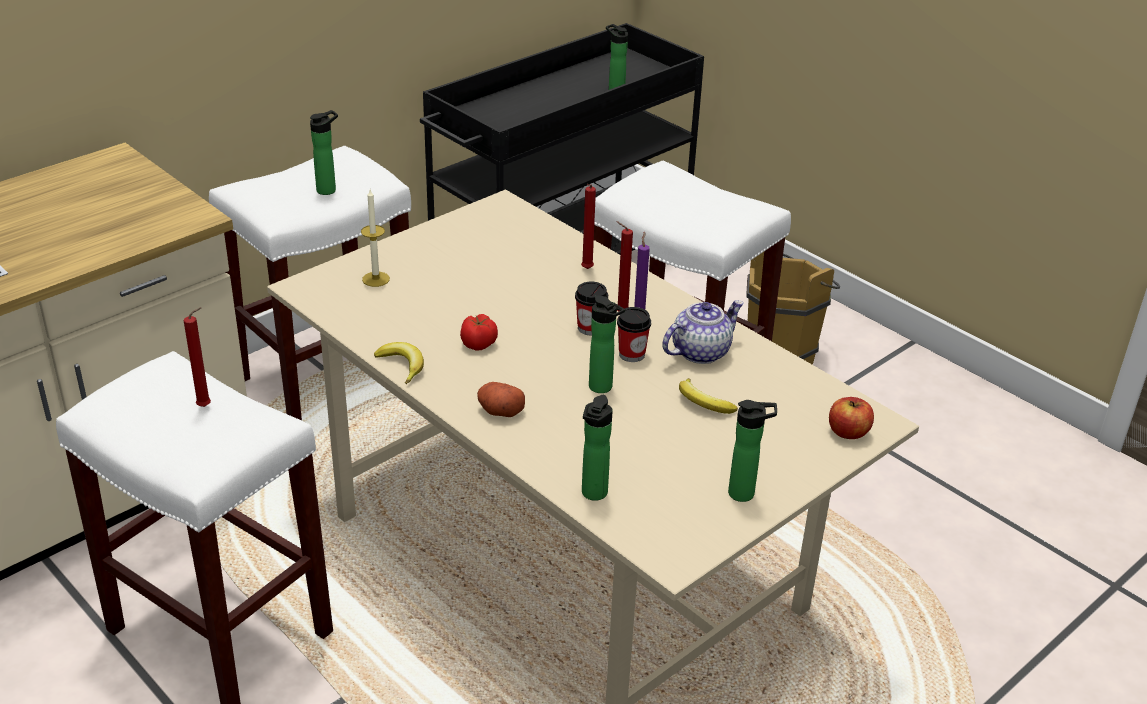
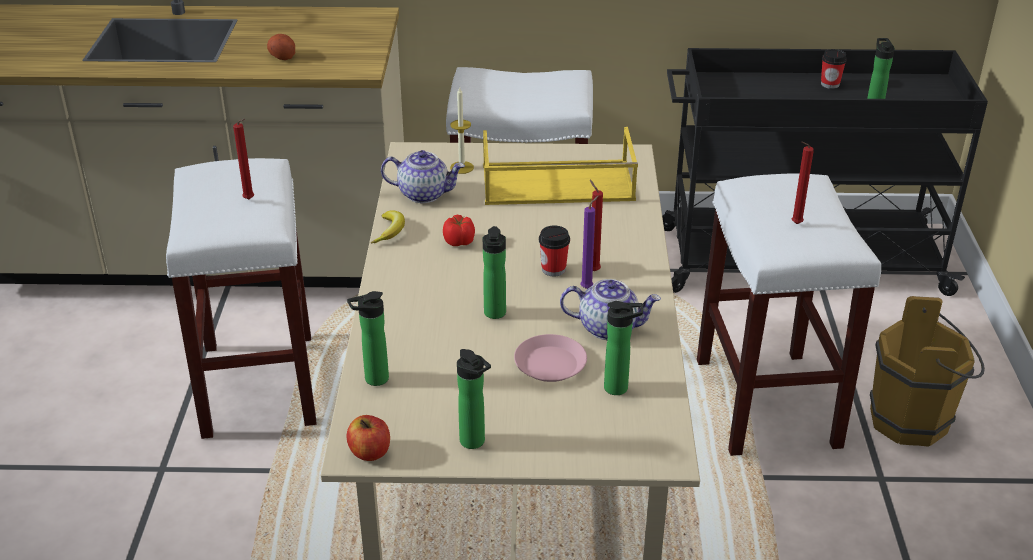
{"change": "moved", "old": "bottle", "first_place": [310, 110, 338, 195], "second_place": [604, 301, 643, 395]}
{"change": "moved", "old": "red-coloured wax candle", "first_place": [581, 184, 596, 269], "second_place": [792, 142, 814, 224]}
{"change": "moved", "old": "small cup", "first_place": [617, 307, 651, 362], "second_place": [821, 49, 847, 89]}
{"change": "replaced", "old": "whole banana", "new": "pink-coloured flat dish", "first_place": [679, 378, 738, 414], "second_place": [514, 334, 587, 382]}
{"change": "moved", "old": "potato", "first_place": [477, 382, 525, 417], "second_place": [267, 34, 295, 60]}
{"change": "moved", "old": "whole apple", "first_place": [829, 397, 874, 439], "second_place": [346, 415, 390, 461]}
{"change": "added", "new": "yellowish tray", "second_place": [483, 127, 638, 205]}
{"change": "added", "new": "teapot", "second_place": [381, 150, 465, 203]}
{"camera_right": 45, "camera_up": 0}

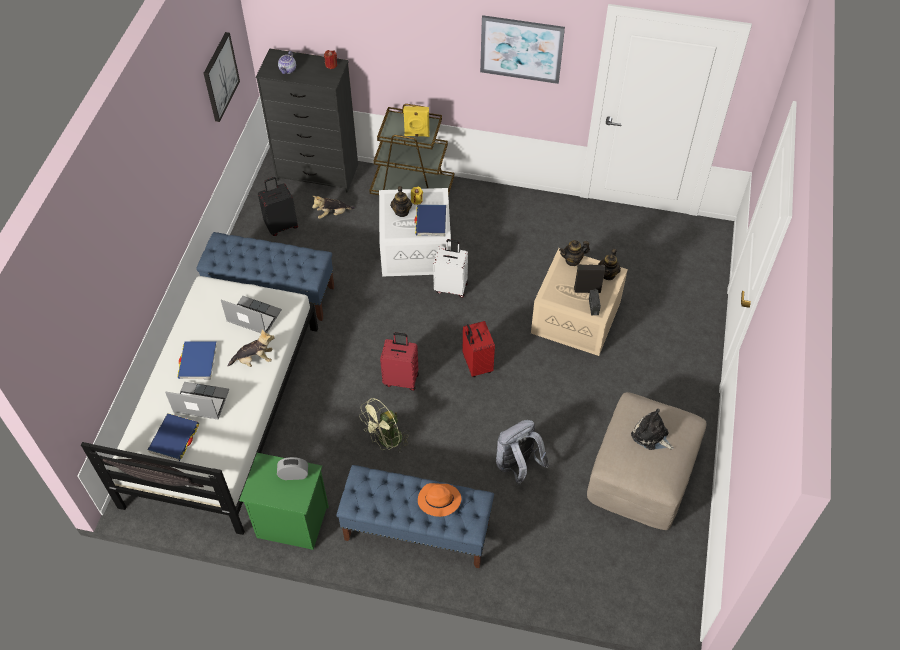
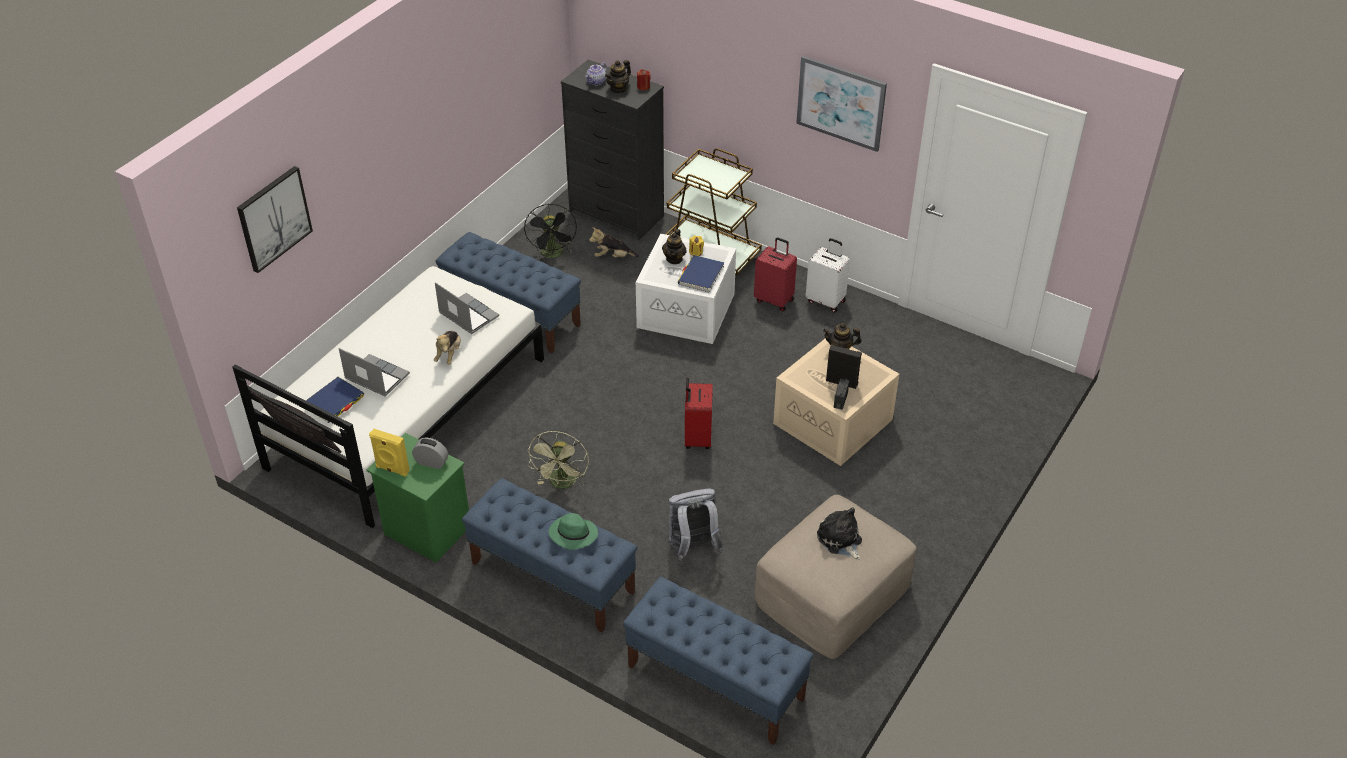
{"change": "moved", "old": "picture", "first_place": [203, 32, 240, 122], "second_place": [237, 166, 313, 273]}
{"change": "moved", "old": "yellowish speaker", "first_place": [403, 106, 430, 137], "second_place": [369, 429, 410, 476]}
{"change": "replaced", "old": "black-coloured suitcase", "new": "black-coloured cooling fan", "first_place": [258, 177, 298, 236], "second_place": [524, 204, 577, 258]}
{"change": "moved", "old": "white-coloured suitcase", "first_place": [433, 239, 468, 298], "second_place": [806, 238, 850, 313]}
{"change": "moved", "old": "teapot", "first_place": [598, 249, 621, 280], "second_place": [605, 60, 631, 94]}
{"change": "turned", "old": "soft toy", "first_place": [227, 329, 275, 367], "second_place": [434, 331, 461, 365], "degrees": 90}
{"change": "moved", "old": "red-coloured suitcase", "first_place": [380, 332, 419, 391], "second_place": [754, 237, 797, 312]}
{"change": "removed", "old": "blue bound book", "first_place": [177, 342, 217, 380]}
{"change": "turned", "old": "green-coloured cooling fan", "first_place": [359, 398, 410, 452], "second_place": [528, 431, 589, 489], "degrees": -60}
{"change": "recoloured", "old": "orangey clothing hat", "new": "green-coloured clothing hat", "first_place": [418, 483, 461, 517], "second_place": [549, 513, 598, 550]}
{"change": "added", "new": "blue long seat", "second_place": [623, 577, 814, 745]}
{"camera_right": 20, "camera_up": -10}

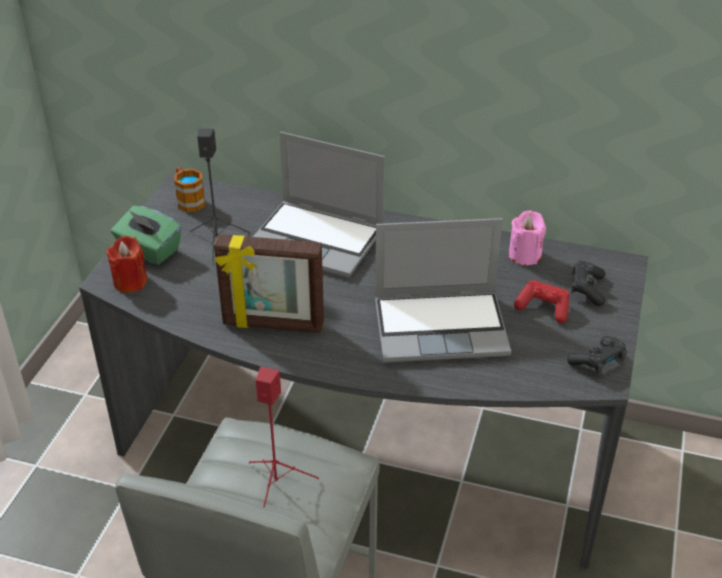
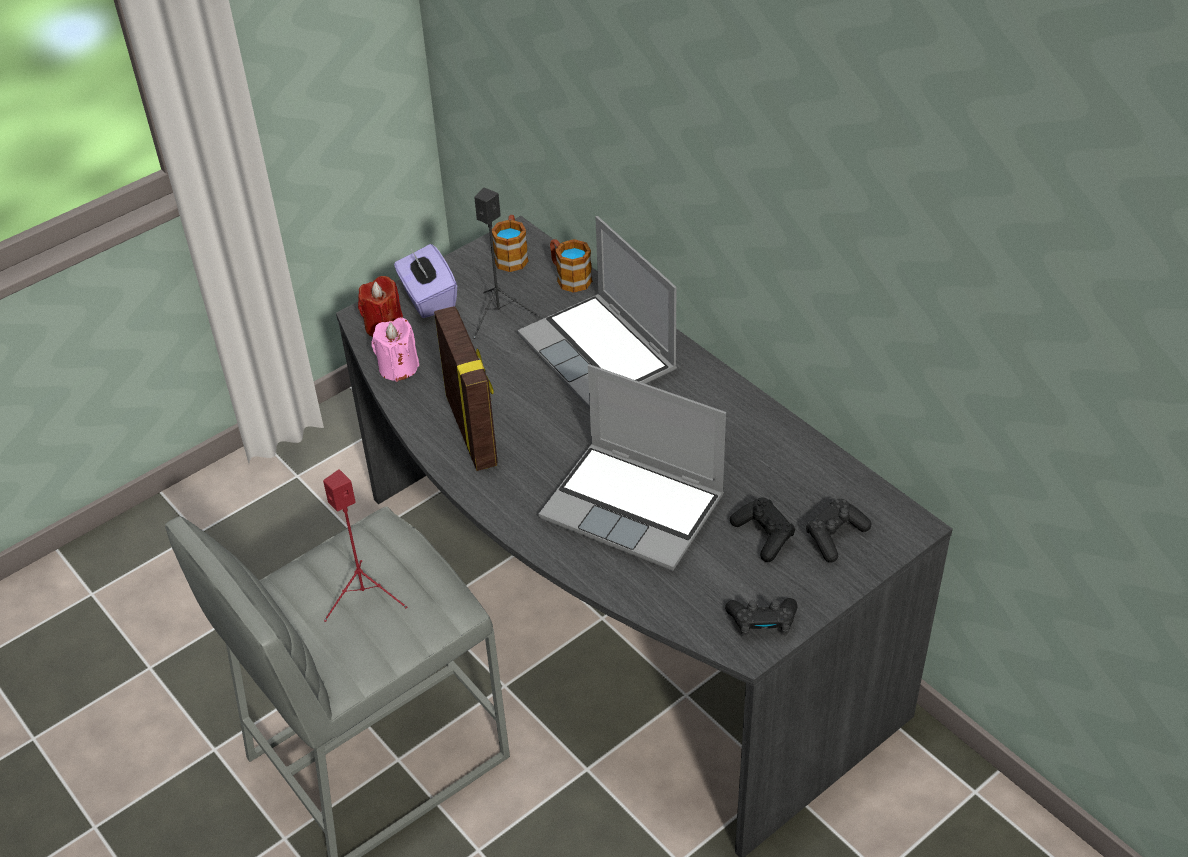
{"change": "recoloured", "old": "green-coloured box of tissues", "new": "purplish box of tissues", "first_place": [111, 206, 181, 265], "second_place": [394, 244, 457, 318]}
{"change": "moved", "old": "pink-coloured wax candle", "first_place": [509, 210, 546, 265], "second_place": [372, 317, 419, 382]}
{"change": "turned", "old": "standing frame", "first_place": [214, 234, 324, 333], "second_place": [434, 306, 497, 471], "degrees": -150}
{"change": "recoloured", "old": "red-coloured joypad", "new": "black-coloured joypad", "first_place": [514, 280, 569, 323], "second_place": [730, 497, 795, 562]}
{"change": "added", "new": "mug", "second_place": [550, 239, 592, 293]}
{"camera_right": 35, "camera_up": 5}

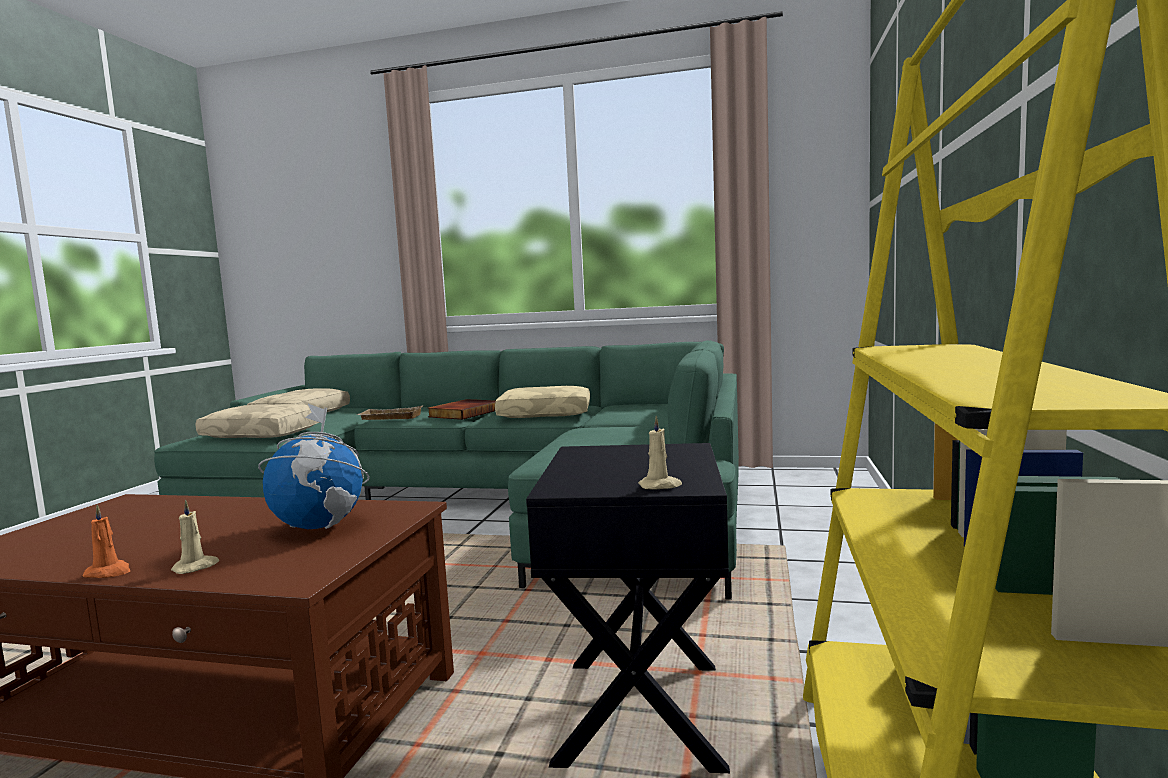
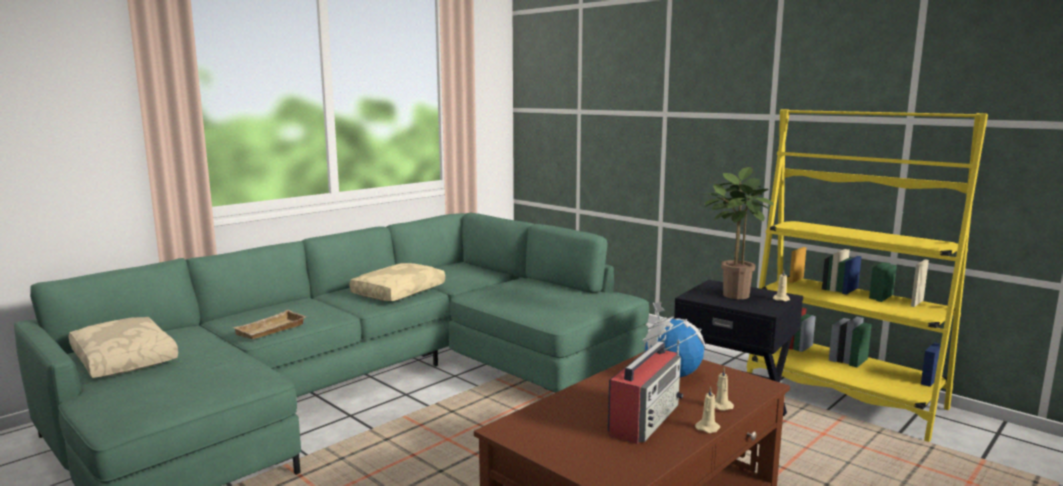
{"change": "removed", "old": "bound book", "first_place": [428, 399, 496, 420]}
{"change": "removed", "old": "beige pillow", "first_place": [195, 404, 320, 438]}
{"change": "recoloured", "old": "orangey wax candle", "new": "beige wax candle", "first_place": [82, 505, 130, 578], "second_place": [695, 386, 720, 433]}
{"change": "added", "new": "houseplant", "second_place": [702, 167, 774, 299]}
{"change": "added", "new": "radio", "second_place": [608, 340, 683, 444]}
{"camera_right": -60, "camera_up": 5}

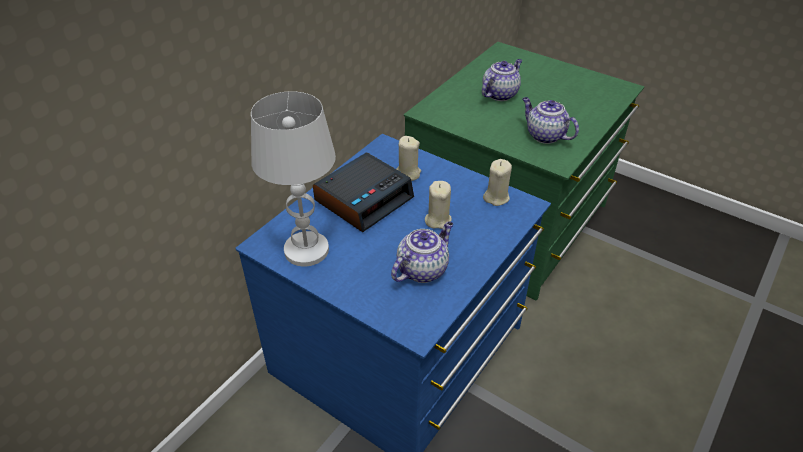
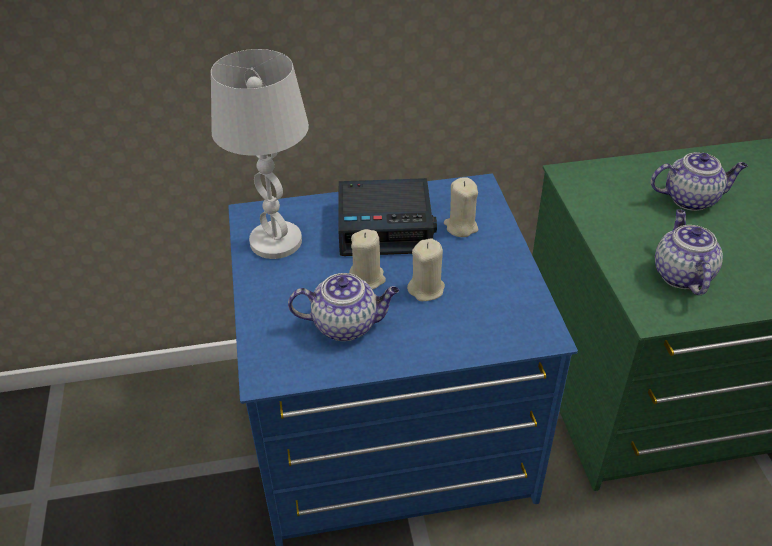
{"change": "moved", "old": "beige wax candle", "first_place": [483, 159, 512, 206], "second_place": [349, 229, 386, 289]}
{"camera_right": 45, "camera_up": 0}

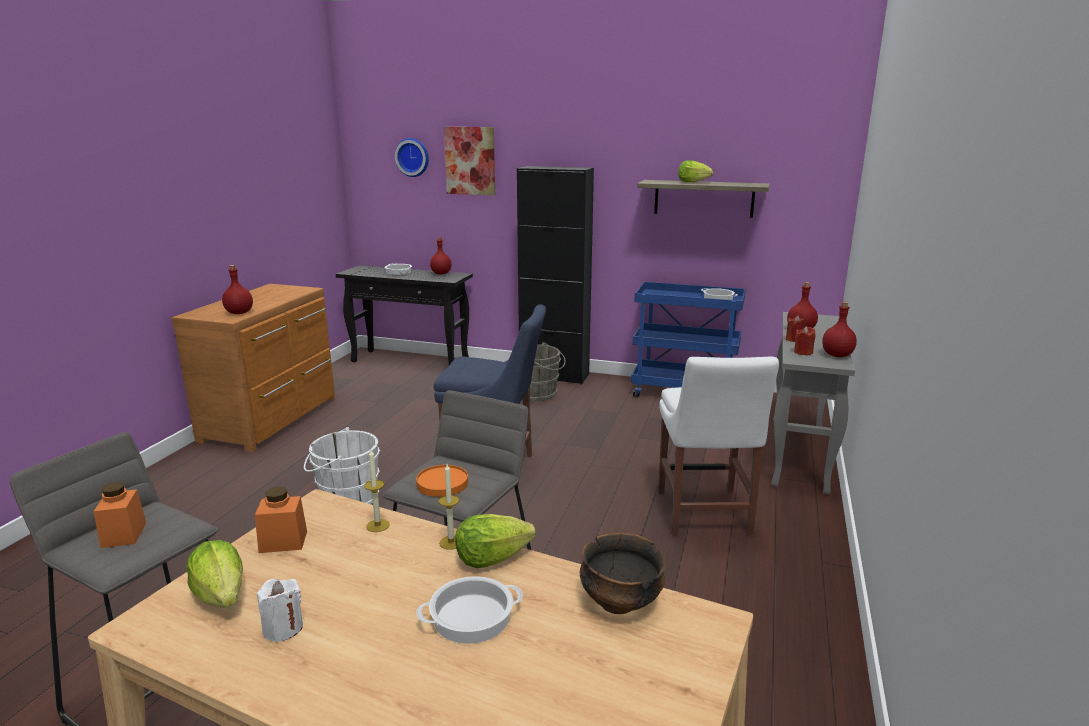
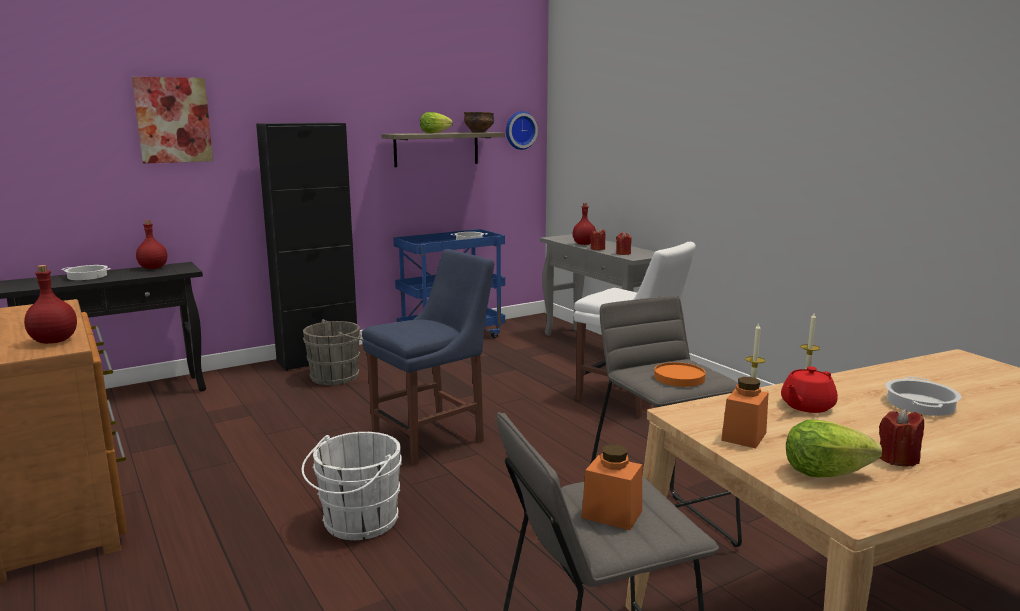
{"change": "moved", "old": "clock on the wall", "first_place": [395, 138, 429, 177], "second_place": [506, 111, 538, 150]}
{"change": "removed", "old": "red-coloured bottle", "first_place": [822, 302, 857, 357]}
{"change": "removed", "old": "head of lettuce", "first_place": [455, 514, 536, 568]}
{"change": "moved", "old": "serving bowl", "first_place": [580, 533, 666, 614], "second_place": [464, 112, 494, 132]}
{"change": "recoloured", "old": "white-coloured wax candle", "new": "red-coloured wax candle", "first_place": [257, 579, 303, 642], "second_place": [879, 409, 924, 467]}
{"change": "added", "new": "red-coloured teapot", "second_place": [781, 366, 838, 413]}
{"camera_right": -50, "camera_up": -5}

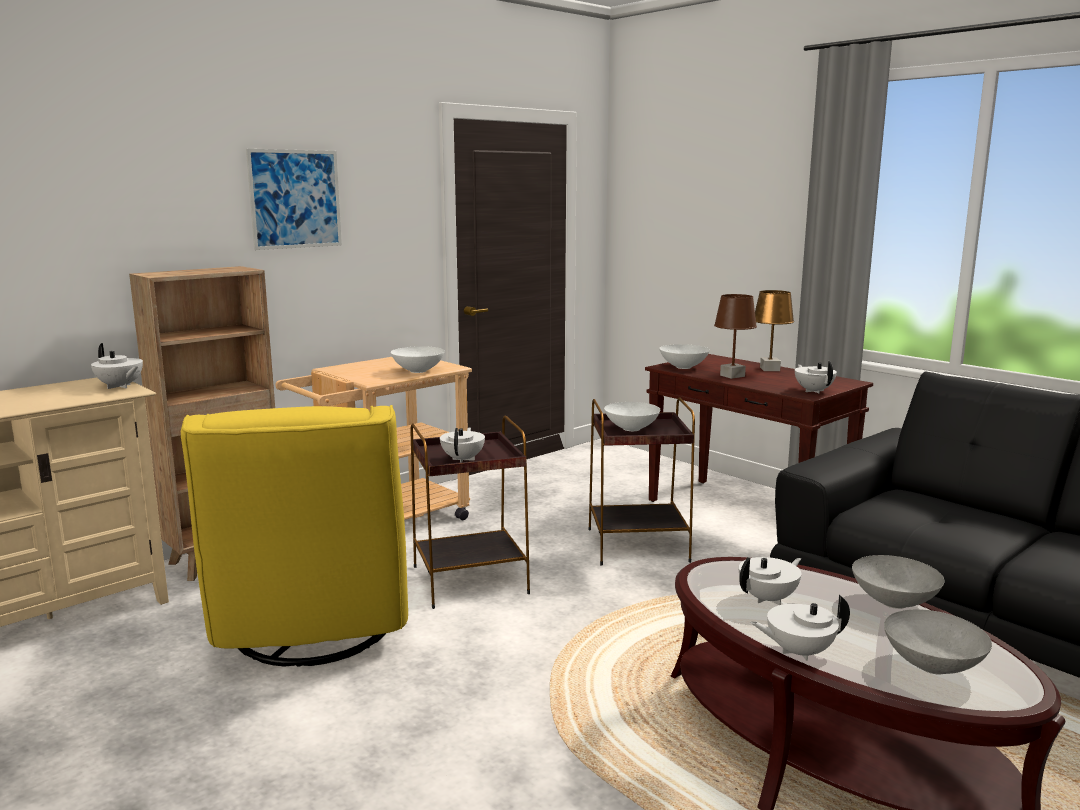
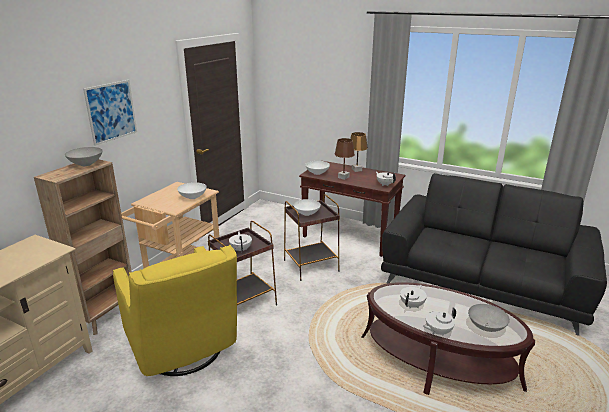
{"change": "removed", "old": "white-coloured teapot", "first_place": [91, 343, 143, 389]}
{"change": "moved", "old": "greyish serving bowl", "first_place": [852, 555, 944, 609], "second_place": [65, 147, 103, 166]}
{"camera_right": -20, "camera_up": 10}

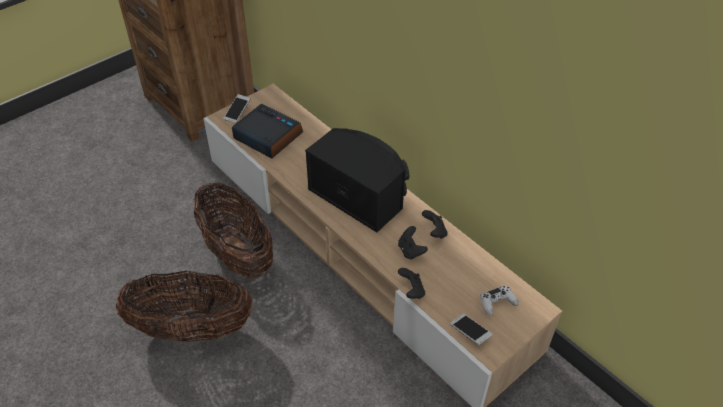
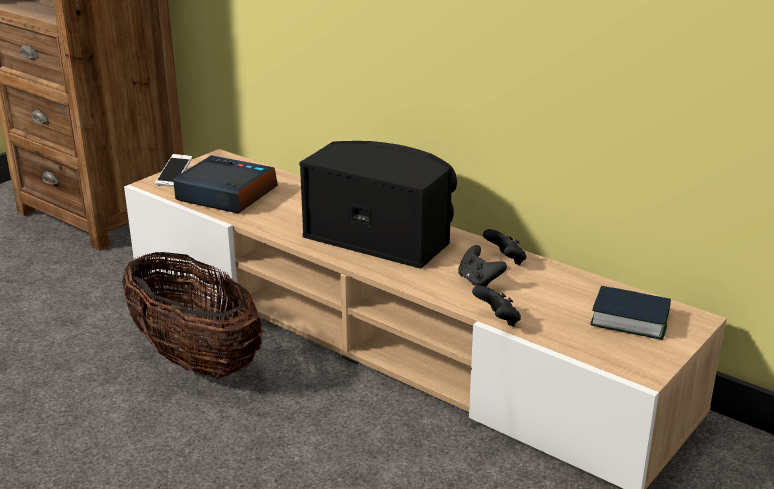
{"change": "removed", "old": "household basket", "first_place": [116, 270, 253, 342]}
{"change": "replaced", "old": "white-coloured joypad", "new": "bound book", "first_place": [480, 286, 519, 316], "second_place": [590, 286, 671, 340]}
{"change": "removed", "old": "handset", "first_place": [450, 314, 492, 345]}
{"camera_right": -10, "camera_up": -20}

